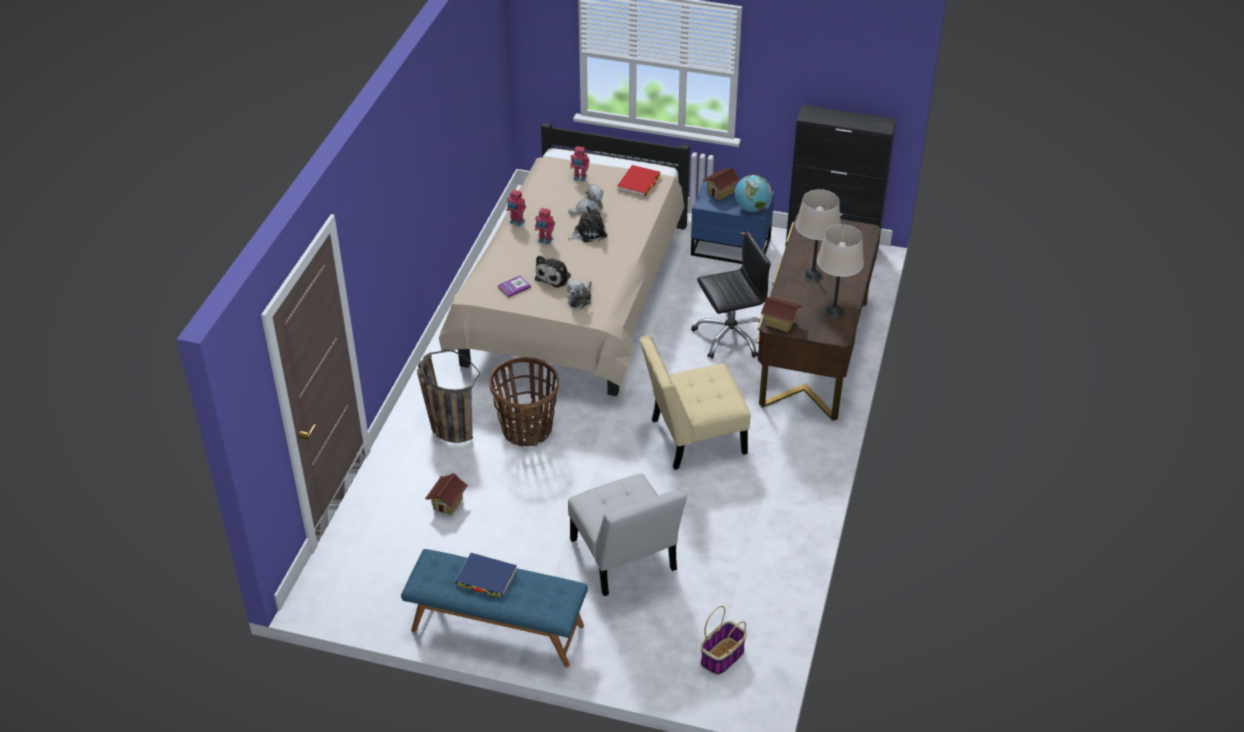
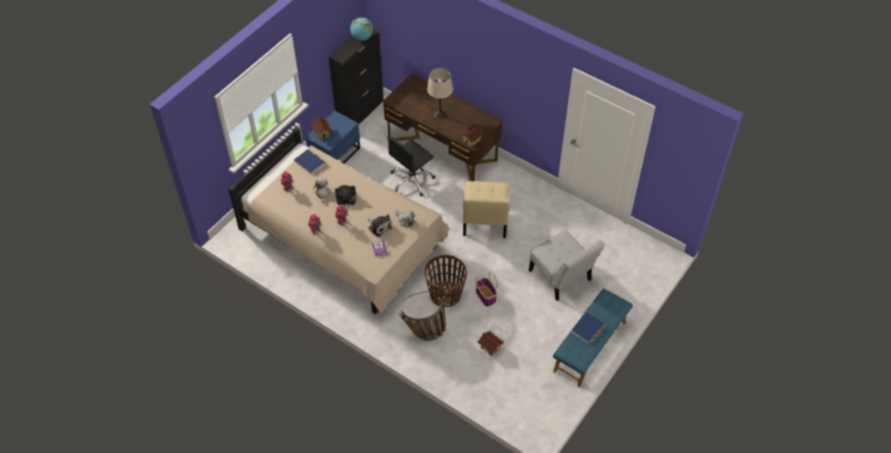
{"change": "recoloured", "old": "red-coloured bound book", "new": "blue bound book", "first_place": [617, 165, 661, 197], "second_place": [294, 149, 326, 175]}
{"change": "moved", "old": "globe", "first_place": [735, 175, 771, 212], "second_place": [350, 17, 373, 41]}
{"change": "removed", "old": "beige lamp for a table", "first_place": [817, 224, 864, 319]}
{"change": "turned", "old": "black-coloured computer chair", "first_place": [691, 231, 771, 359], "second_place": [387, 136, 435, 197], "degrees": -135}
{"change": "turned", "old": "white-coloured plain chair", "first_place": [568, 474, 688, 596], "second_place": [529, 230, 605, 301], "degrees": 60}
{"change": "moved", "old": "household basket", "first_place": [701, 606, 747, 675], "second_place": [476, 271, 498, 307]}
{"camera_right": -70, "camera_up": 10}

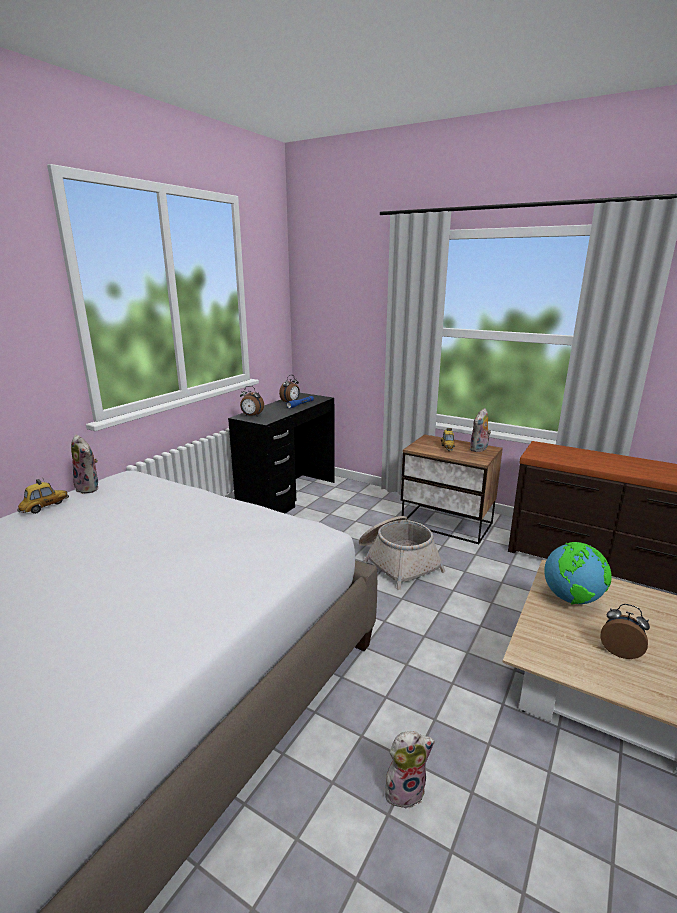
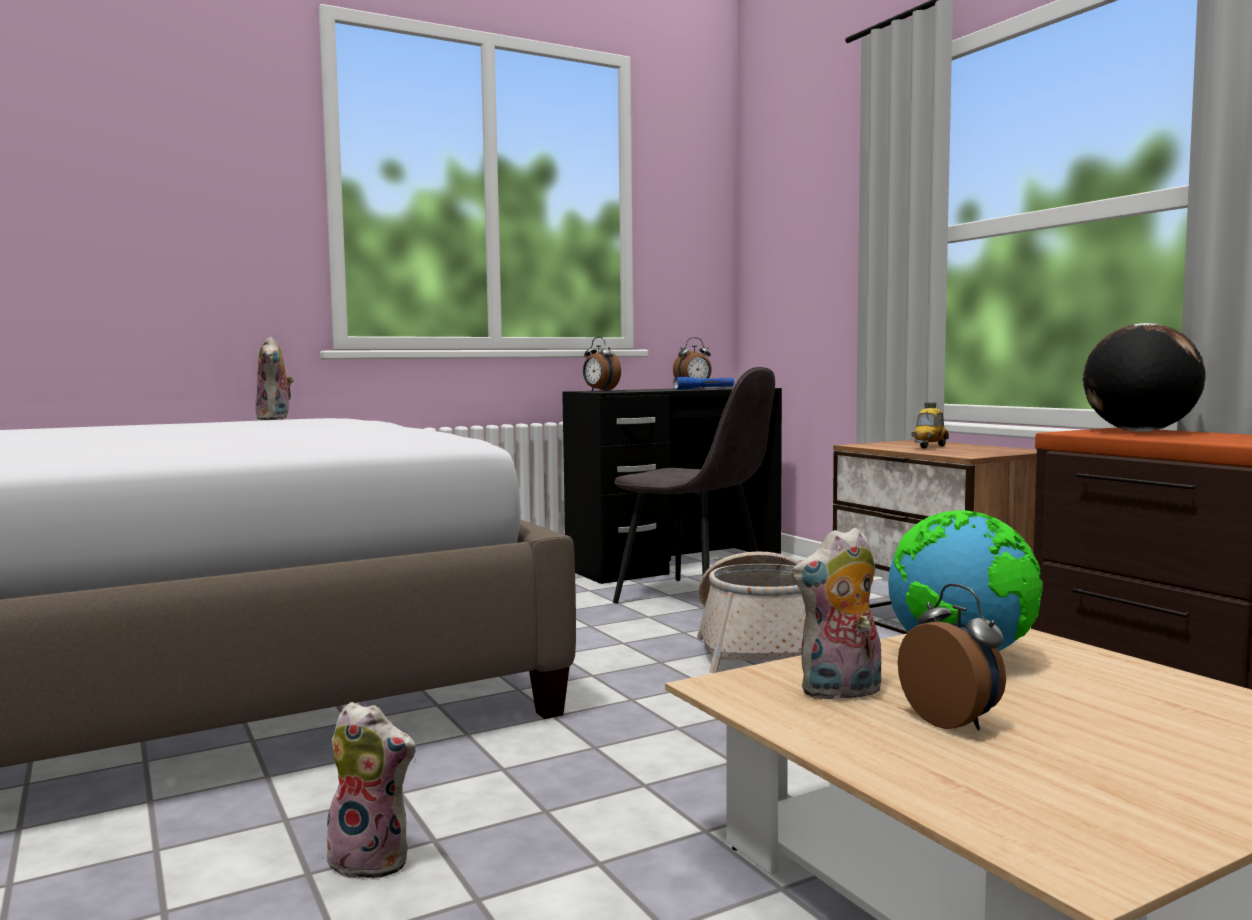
{"change": "moved", "old": "soft toy", "first_place": [469, 408, 491, 452], "second_place": [792, 527, 883, 700]}
{"change": "removed", "old": "miniature car", "first_place": [17, 479, 69, 514]}
{"change": "added", "new": "globe", "second_place": [1083, 323, 1205, 432]}
{"change": "added", "new": "greyish plain chair", "second_place": [613, 367, 775, 604]}
{"camera_right": 30, "camera_up": -15}

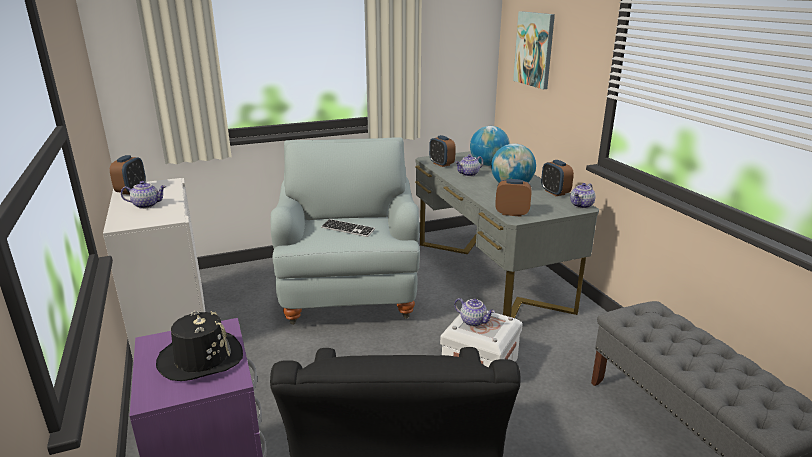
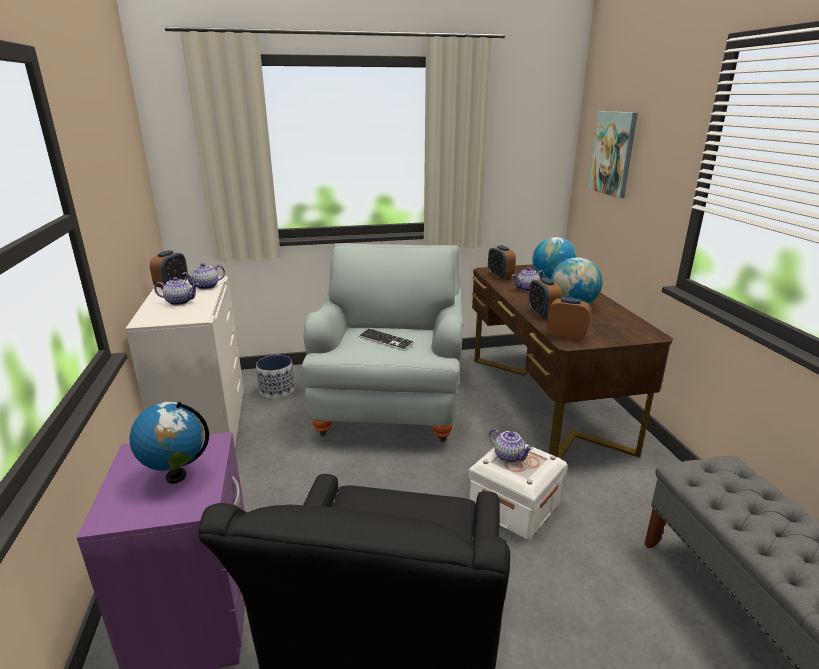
{"change": "recoloured", "old": "greyish desk table", "new": "brownish desk table", "first_place": [415, 151, 599, 318], "second_place": [472, 264, 673, 459]}
{"change": "moved", "old": "alarm clock", "first_place": [541, 160, 574, 196], "second_place": [529, 277, 562, 319]}
{"change": "moved", "old": "teapot", "first_place": [570, 183, 596, 209], "second_place": [183, 263, 225, 290]}
{"change": "replaced", "old": "black-coloured clothing hat", "new": "globe", "first_place": [156, 311, 243, 381], "second_place": [129, 402, 209, 484]}
{"change": "added", "new": "planter", "second_place": [256, 355, 295, 398]}
{"camera_right": 10, "camera_up": 0}

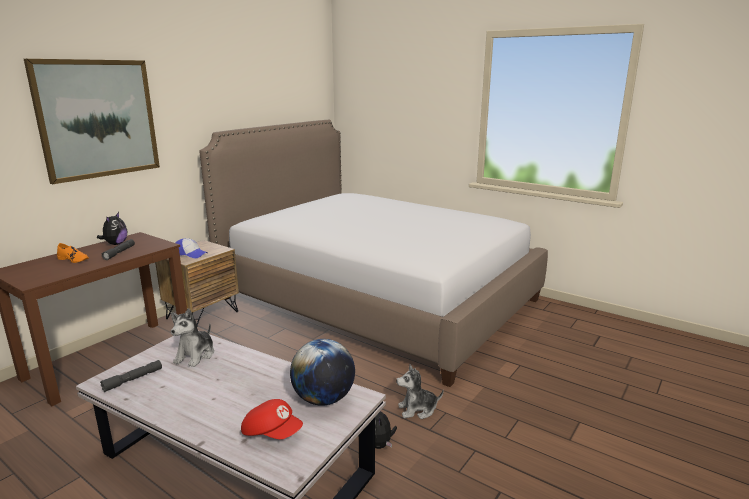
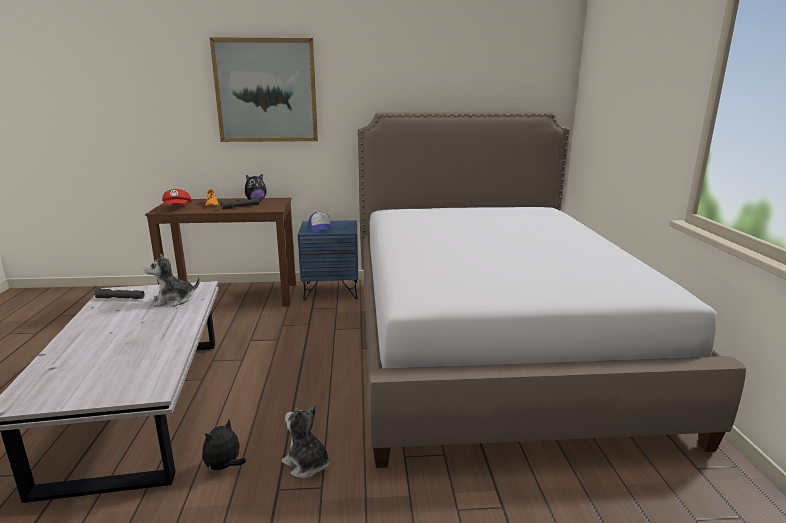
{"change": "recoloured", "old": "brownish bedside table", "new": "blue bedside table", "first_place": [155, 240, 239, 326], "second_place": [298, 220, 358, 301]}
{"change": "removed", "old": "globe", "first_place": [290, 339, 355, 406]}
{"change": "moved", "old": "red-coloured baseball cap", "first_place": [241, 399, 303, 439], "second_place": [162, 189, 192, 205]}
{"camera_right": 50, "camera_up": 0}

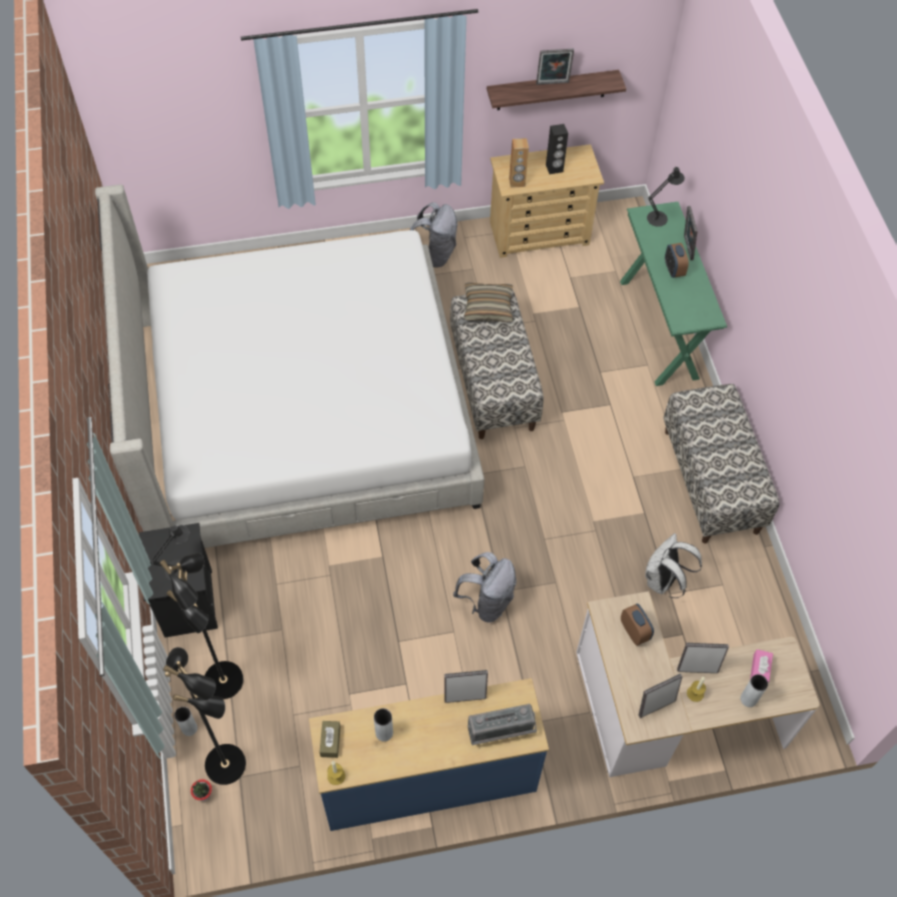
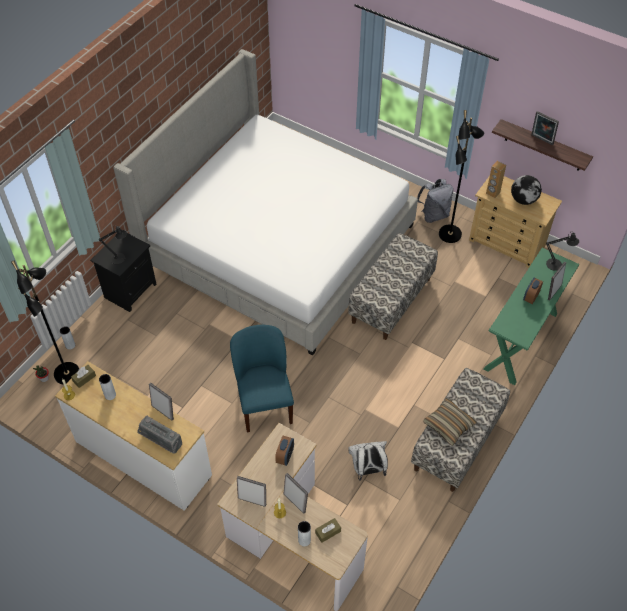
{"change": "replaced", "old": "black-coloured speaker", "new": "globe", "first_place": [546, 124, 568, 174], "second_place": [511, 175, 542, 205]}
{"change": "moved", "old": "pillow", "first_place": [464, 283, 513, 322], "second_place": [423, 398, 477, 446]}
{"change": "replaced", "old": "greyish knapsack", "new": "blue plain chair", "first_place": [453, 552, 516, 623], "second_place": [230, 325, 294, 432]}
{"change": "moved", "old": "black-coloured standard lamp", "first_place": [160, 553, 243, 699], "second_place": [439, 110, 484, 243]}
{"change": "recoloured", "old": "pink-coloured box of tissues", "new": "brownish box of tissues", "first_place": [750, 649, 773, 683], "second_place": [315, 518, 341, 543]}
{"change": "recoloured", "old": "blue dresser", "new": "white-coloured dresser", "first_place": [309, 678, 549, 831], "second_place": [55, 361, 212, 511]}
{"camera_right": 45, "camera_up": -5}

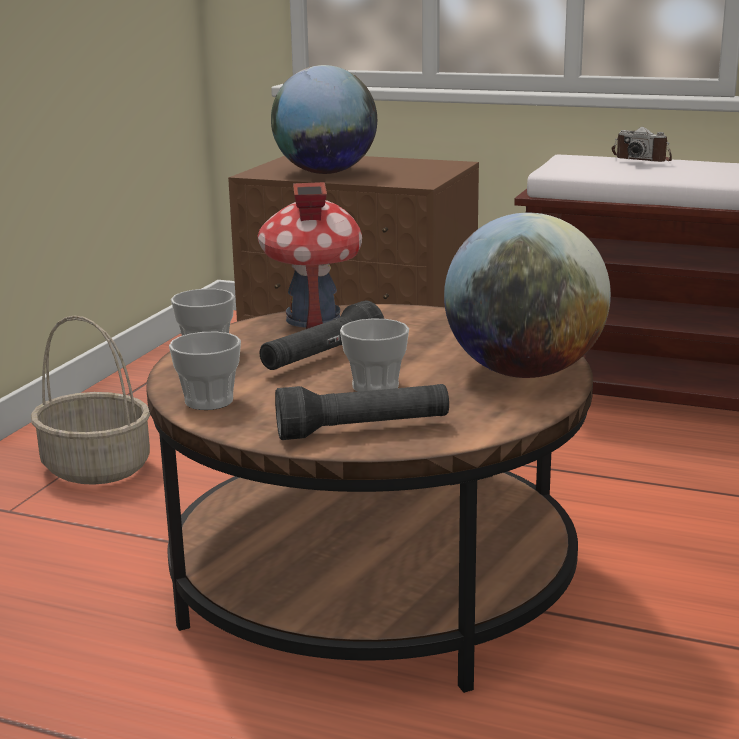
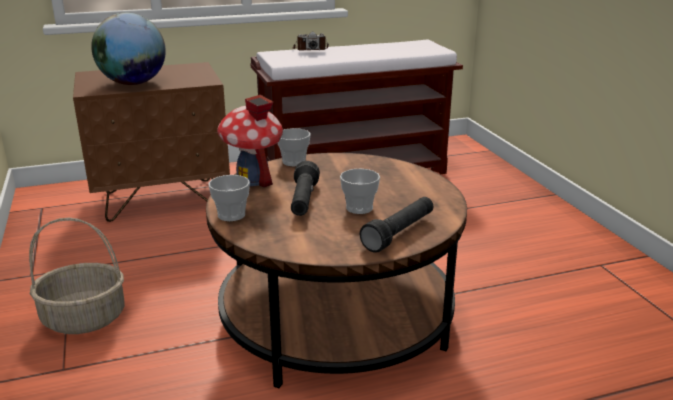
{"change": "removed", "old": "globe", "first_place": [444, 213, 611, 378]}
{"change": "moved", "old": "small cup", "first_place": [169, 332, 241, 410], "second_place": [278, 128, 311, 167]}
{"camera_right": -40, "camera_up": 5}

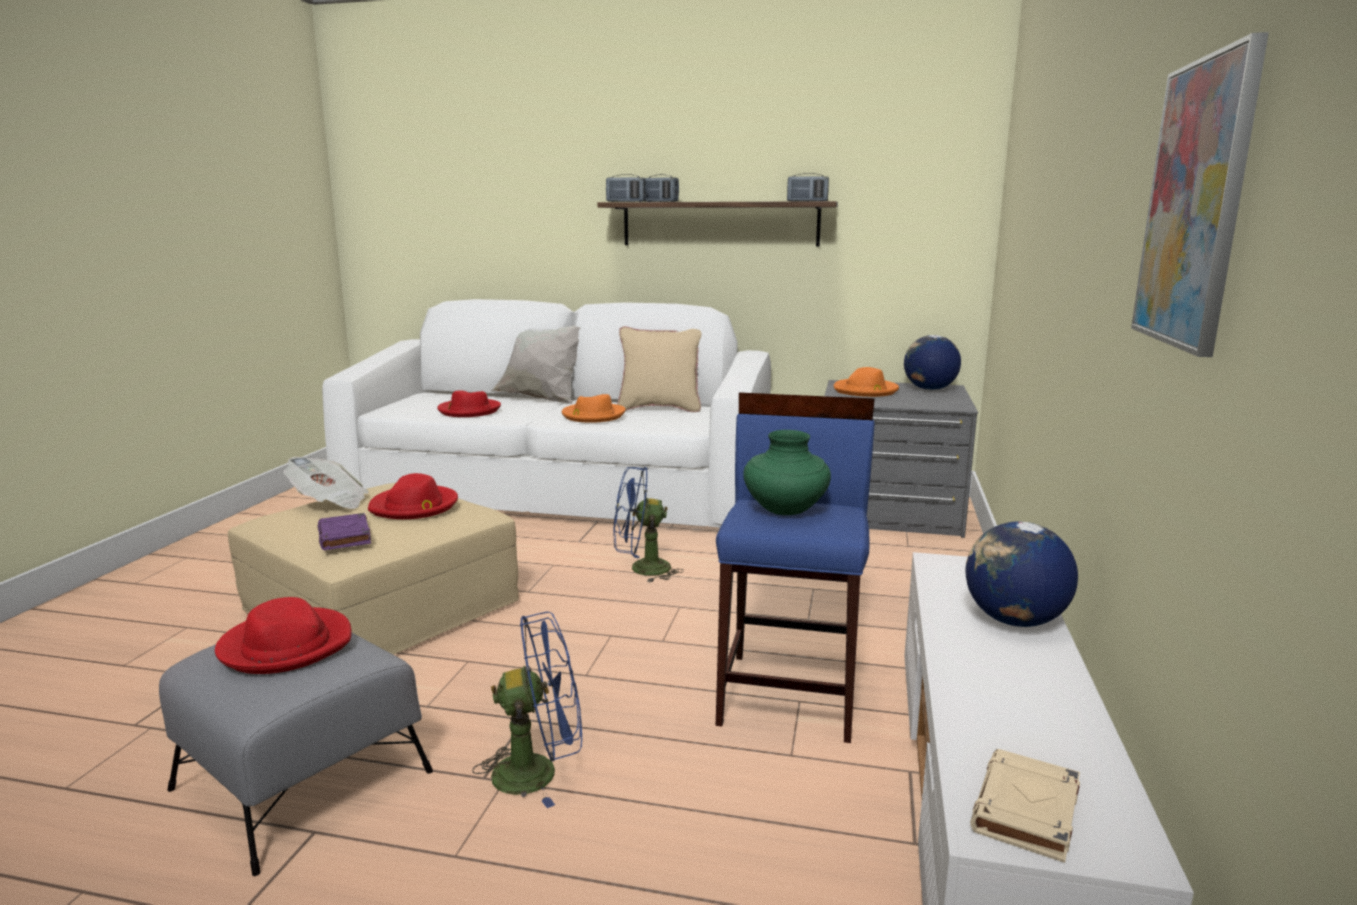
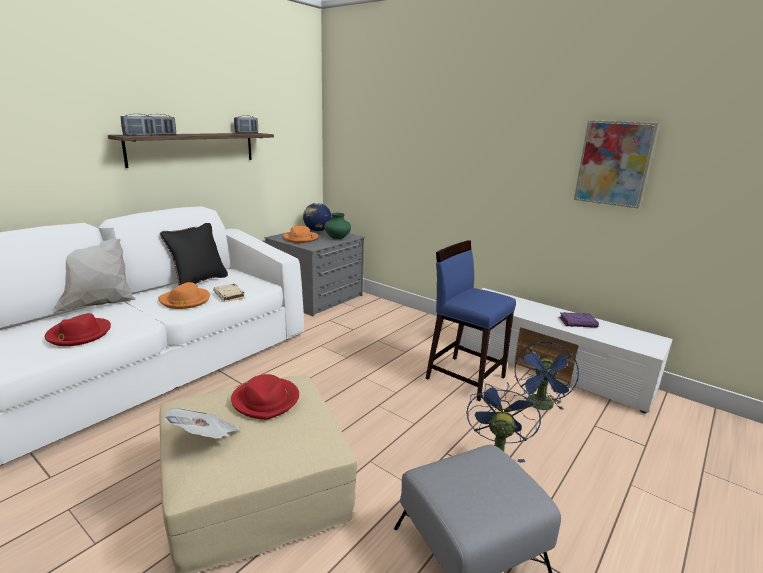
{"change": "recoloured", "old": "beige pillow", "new": "black-coloured pillow", "first_place": [617, 326, 701, 412], "second_place": [160, 223, 228, 286]}
{"change": "moved", "old": "green-coloured decorative vase", "first_place": [743, 430, 831, 515], "second_place": [324, 213, 351, 239]}
{"change": "moved", "old": "blue cooling fan", "first_place": [613, 467, 684, 583], "second_place": [515, 342, 579, 410]}
{"change": "moved", "old": "purplish bound book", "first_place": [318, 513, 371, 550], "second_place": [559, 312, 599, 328]}
{"change": "removed", "old": "globe", "first_place": [965, 522, 1078, 627]}
{"change": "removed", "old": "red-coloured clothing hat", "first_place": [215, 597, 352, 674]}
{"change": "moved", "old": "beige bound book", "first_place": [970, 749, 1080, 863], "second_place": [213, 284, 245, 302]}
{"camera_right": -65, "camera_up": 5}

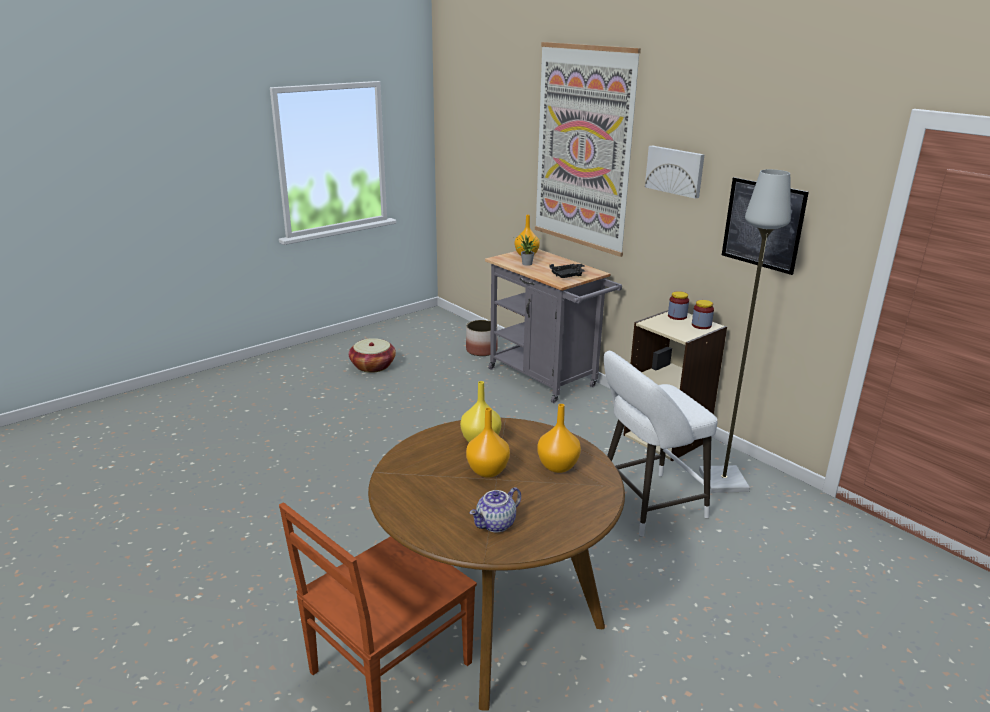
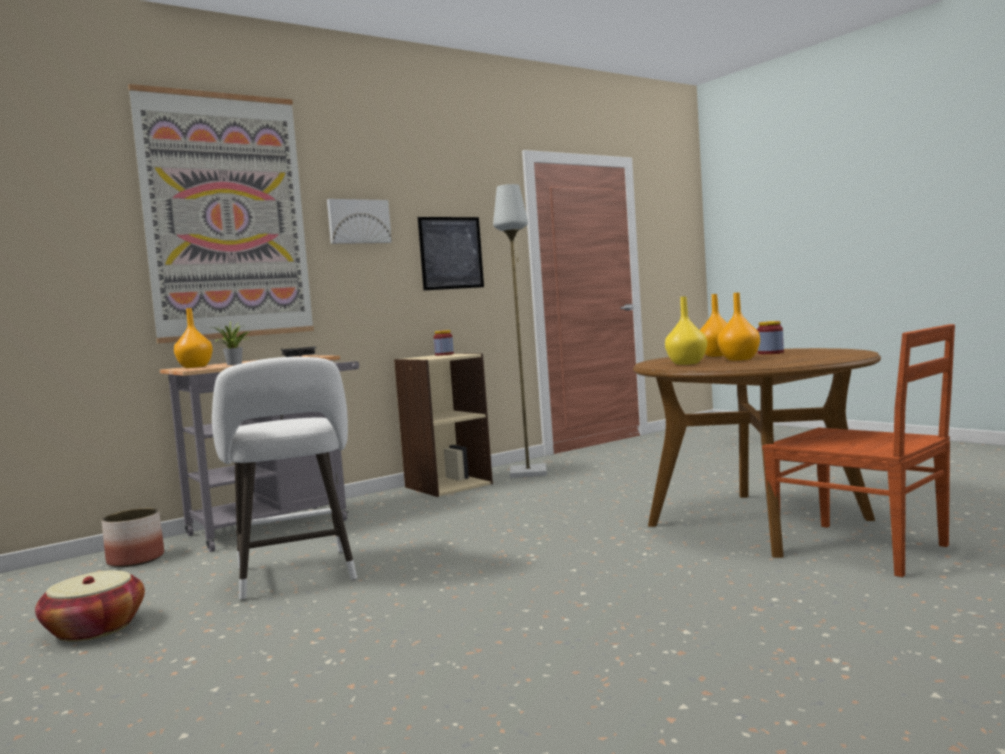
{"change": "moved", "old": "jar", "first_place": [668, 291, 689, 320], "second_place": [757, 321, 784, 354]}
{"change": "moved", "old": "white-coloured stool", "first_place": [604, 351, 718, 537], "second_place": [212, 357, 357, 600]}
{"change": "removed", "old": "teapot", "first_place": [470, 487, 521, 532]}
{"camera_right": -85, "camera_up": -20}

